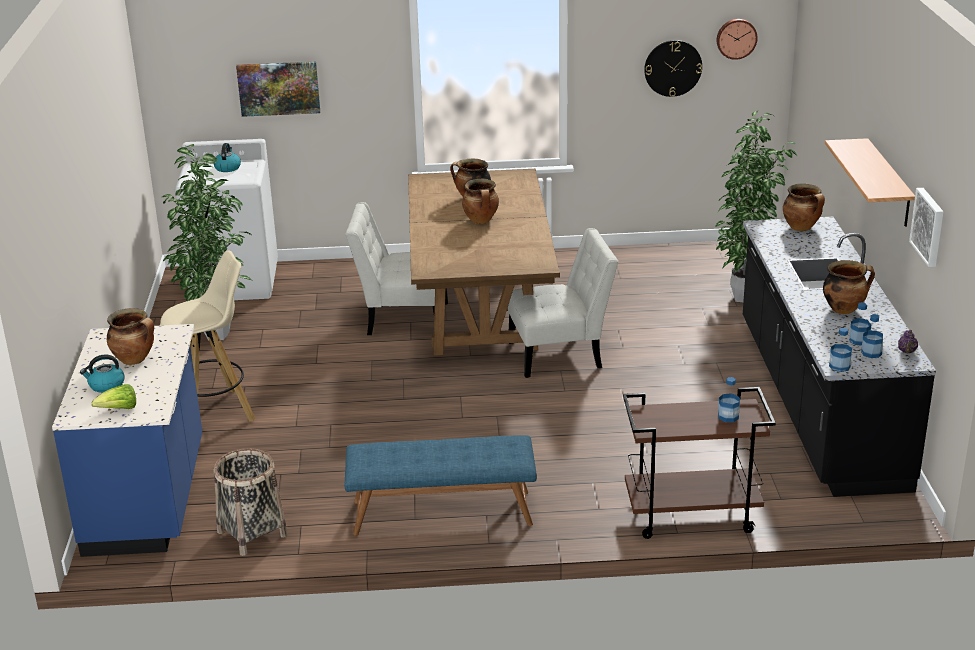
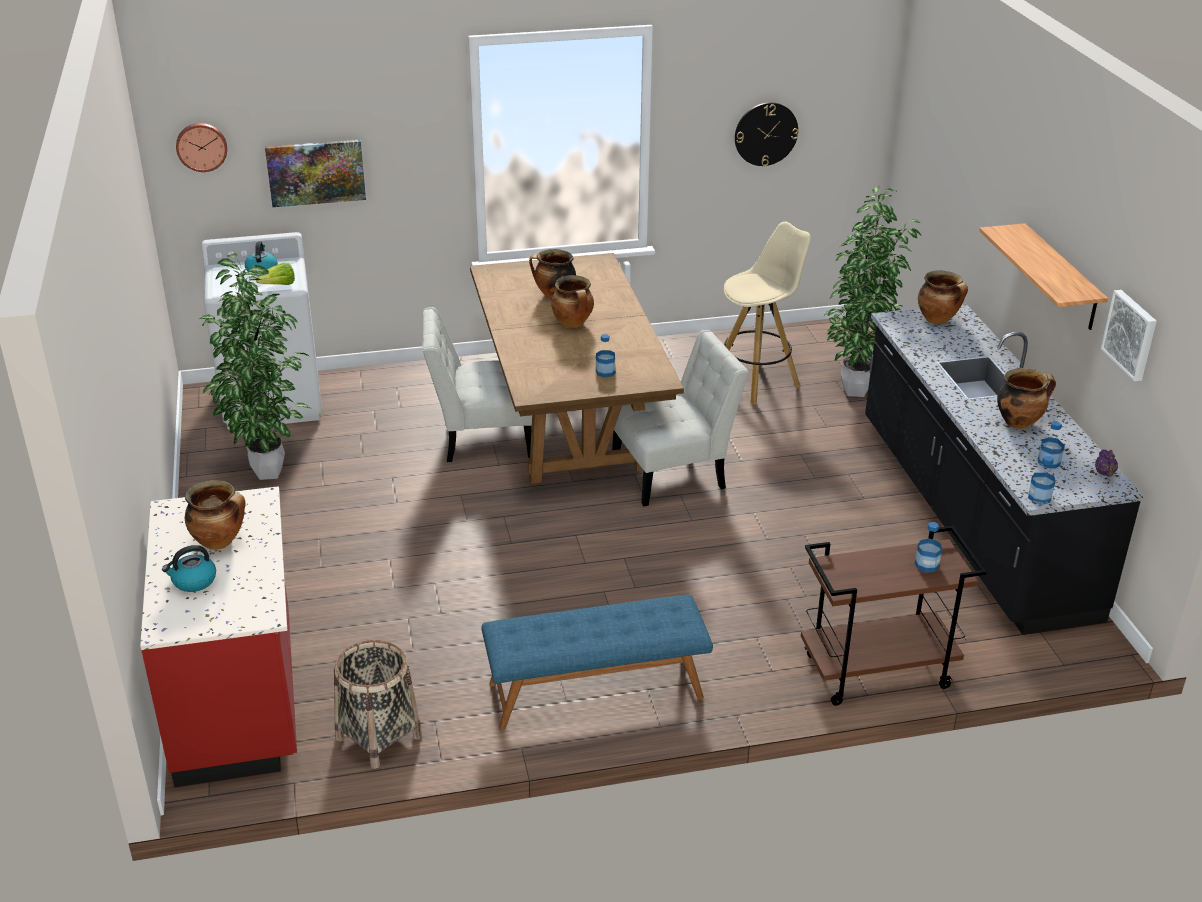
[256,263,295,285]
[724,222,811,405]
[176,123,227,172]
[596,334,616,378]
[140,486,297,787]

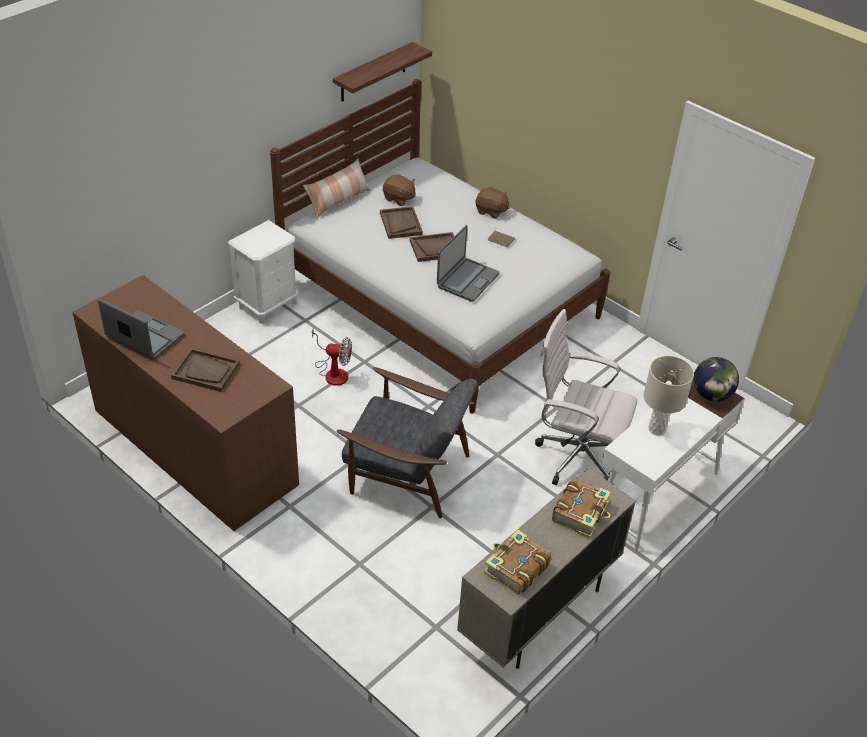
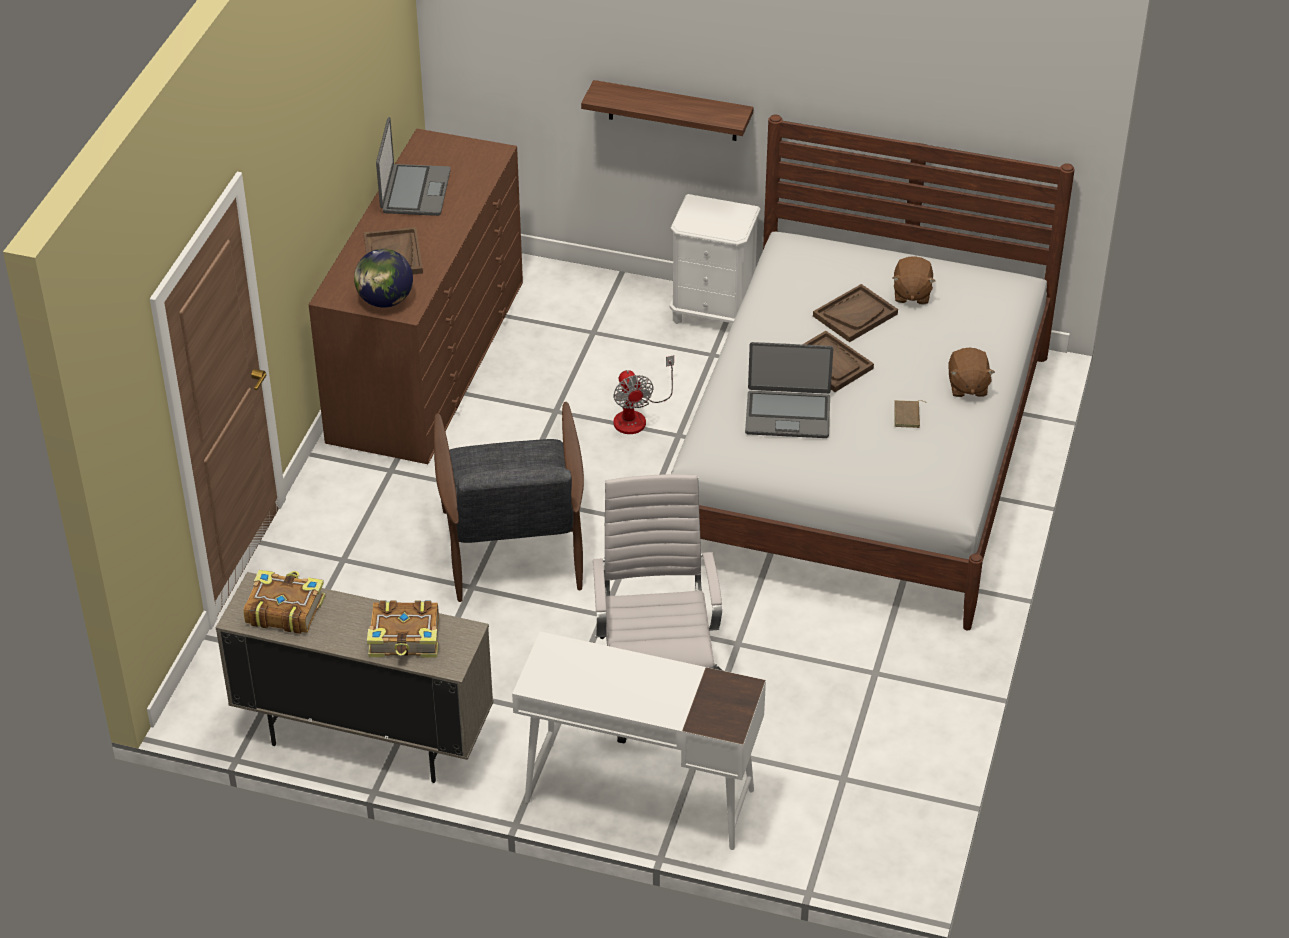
[303,158,370,219] (first image)
[644,356,694,436] (first image)
[581,80,753,141]
[354,249,413,308]

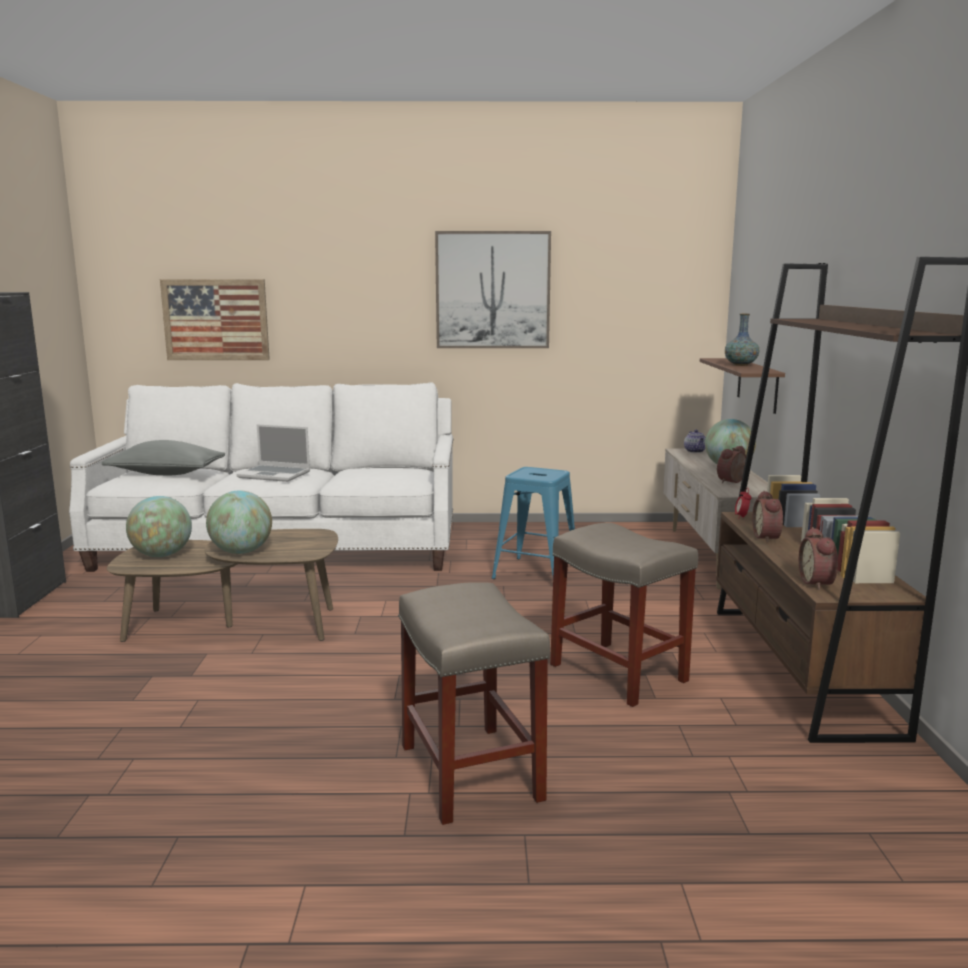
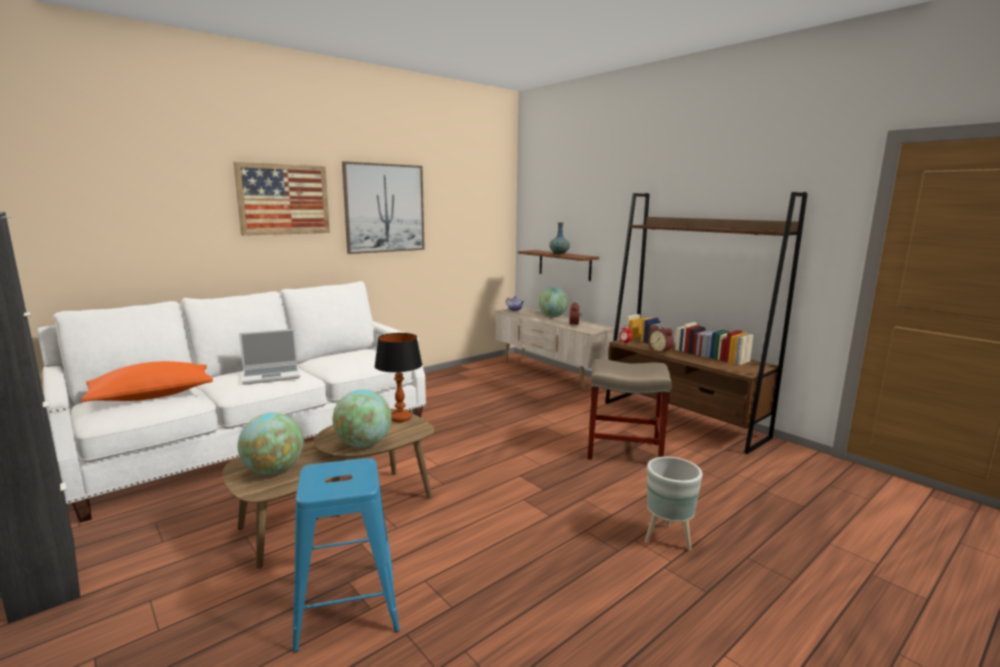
[799,527,838,590] (first image)
[374,333,422,422]
[233,161,330,236]
[292,458,400,652]
[645,457,703,551]
[81,361,213,402]

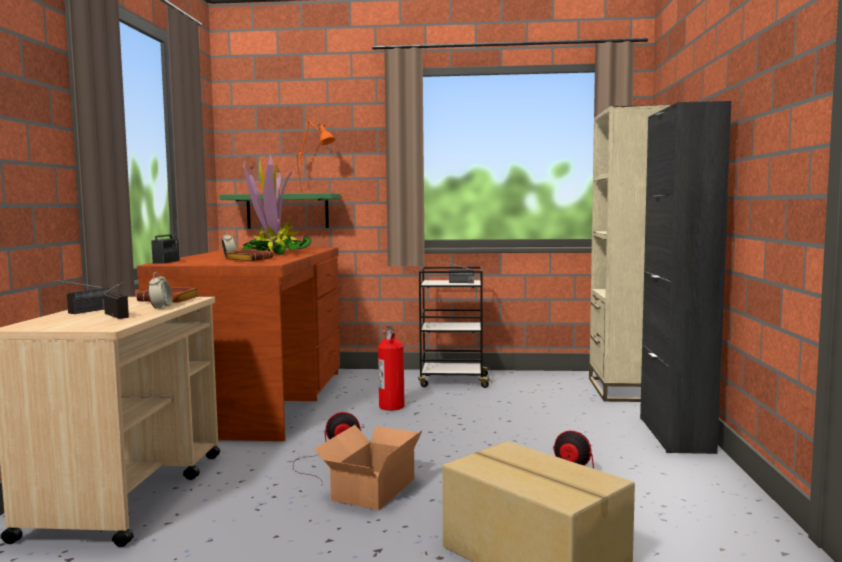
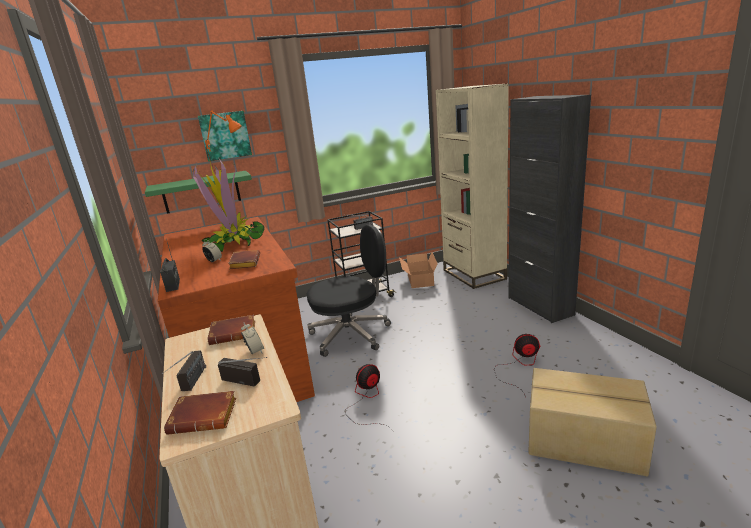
[164,391,236,435]
[198,111,252,161]
[399,252,438,288]
[307,225,391,357]

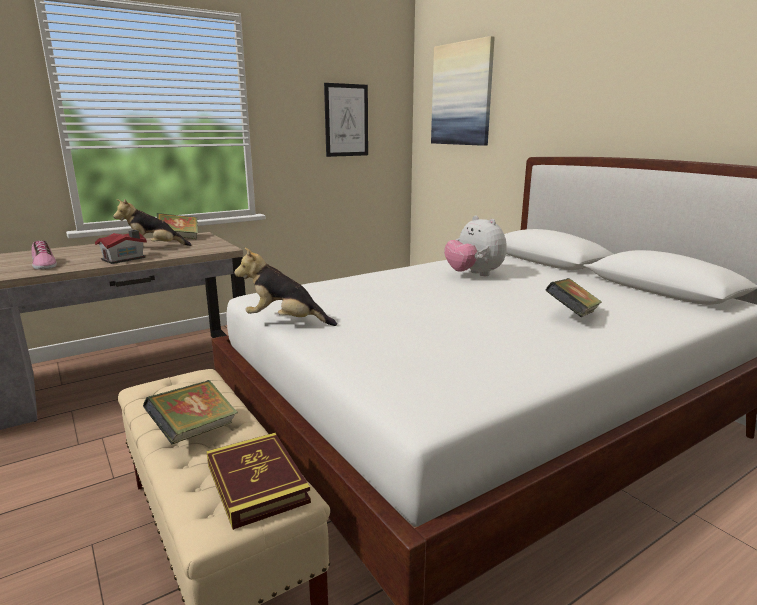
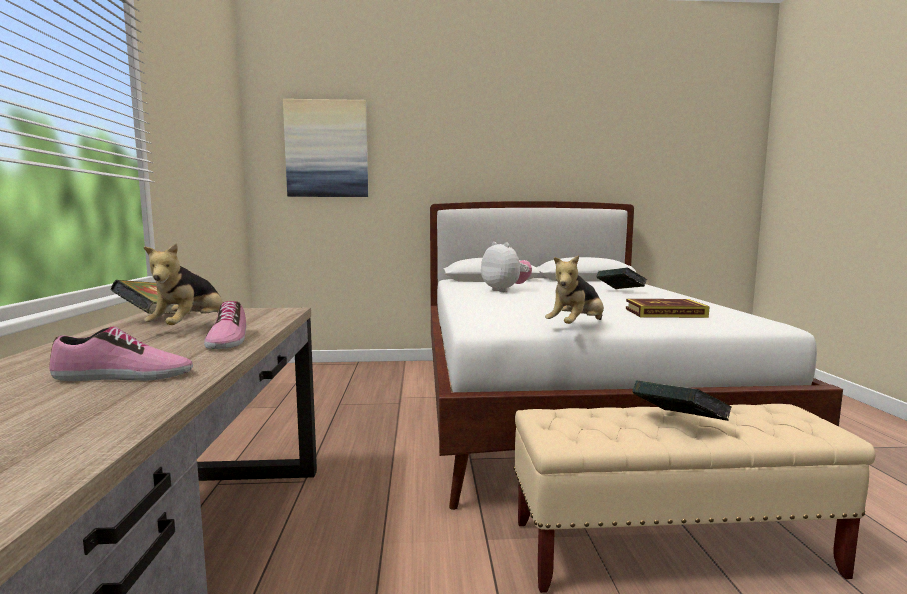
[324,83,368,157] (first image)
[626,299,710,318]
[204,301,246,349]
[481,242,532,292]

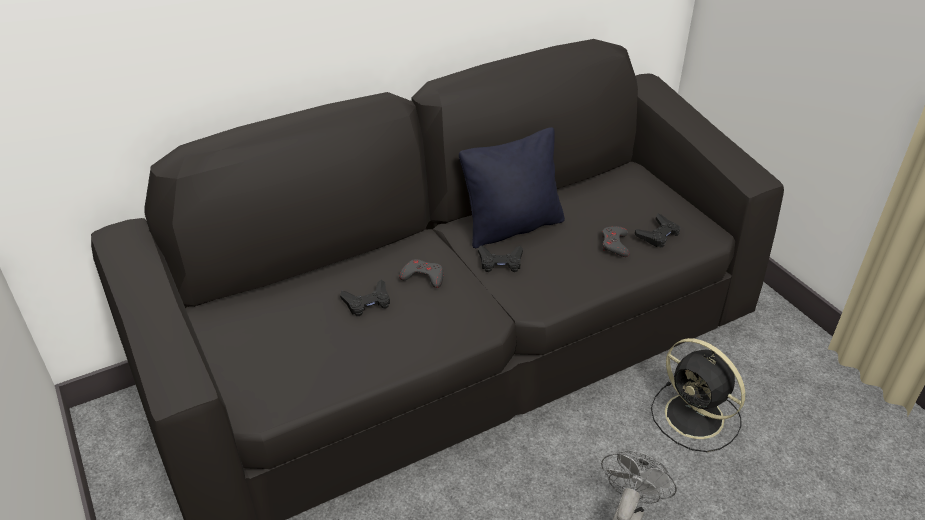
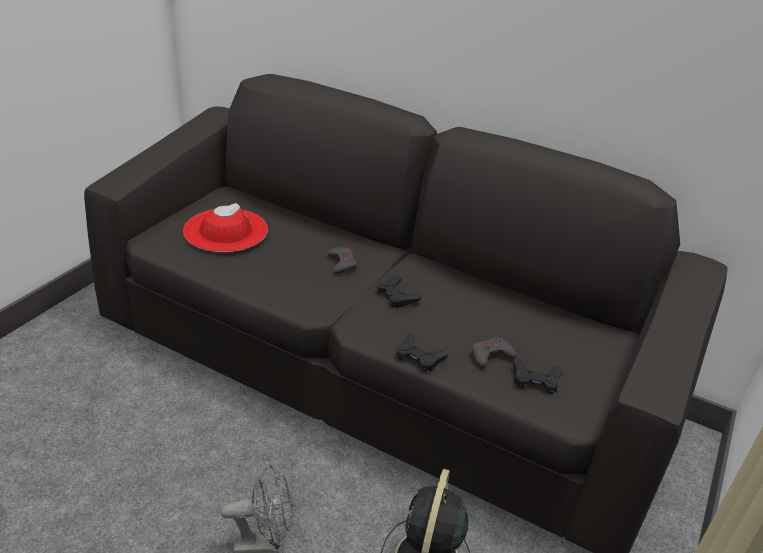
[459,127,565,248] (first image)
[183,203,268,252]
[396,332,448,372]

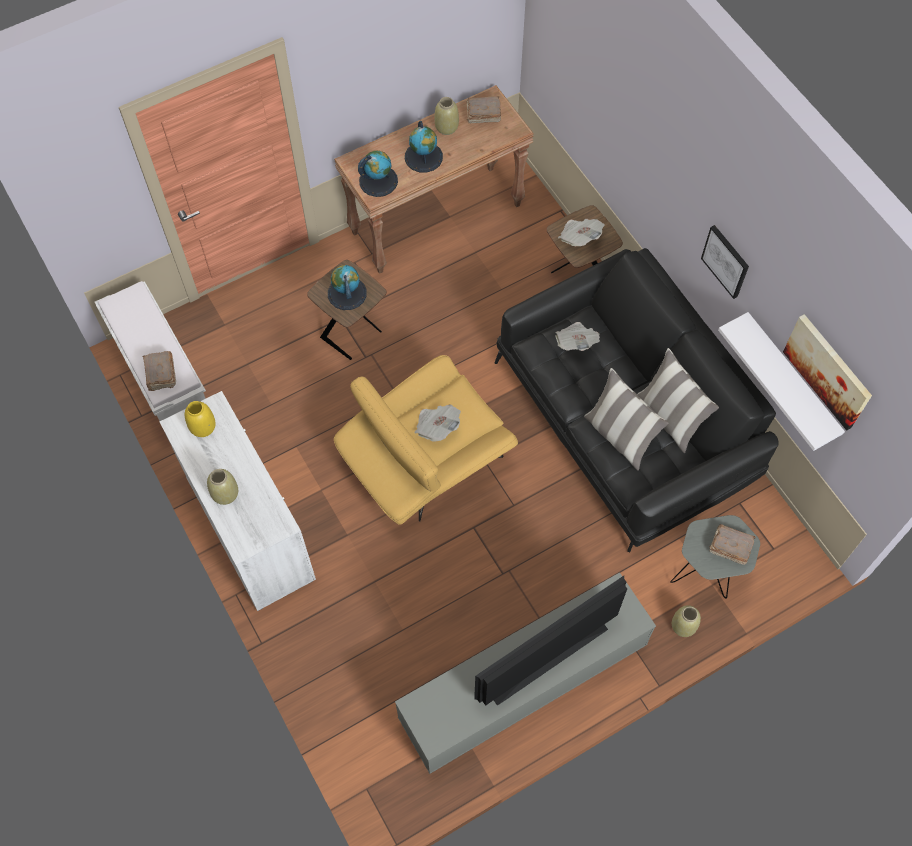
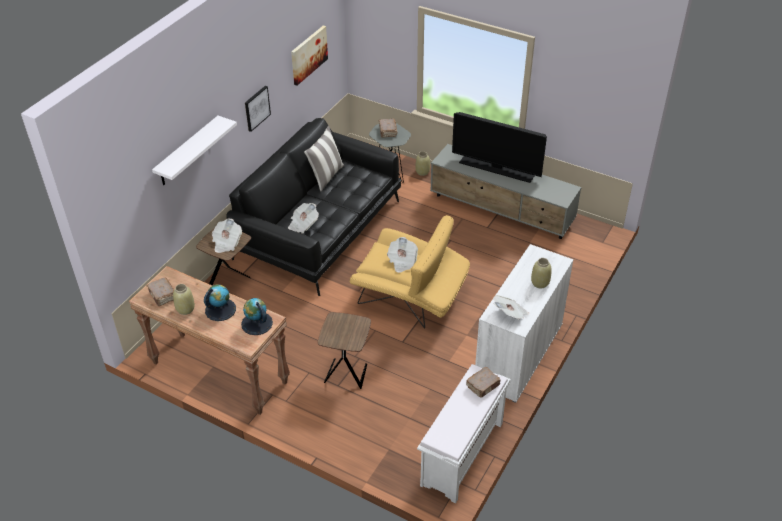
[328,265,367,310] (first image)
[584,368,669,471] (first image)
[152,116,237,185]
[493,295,529,320]

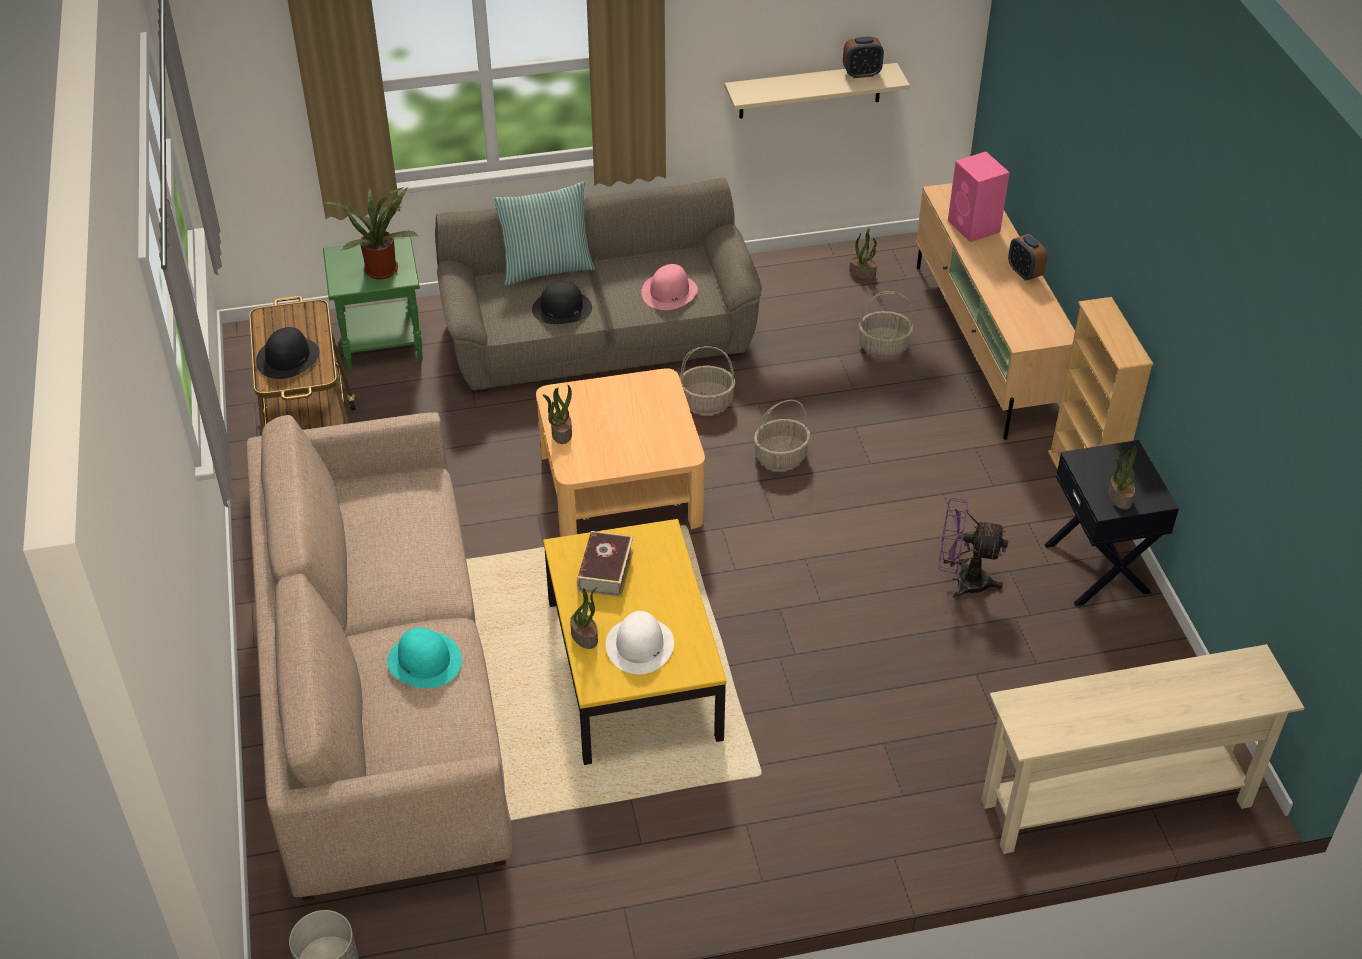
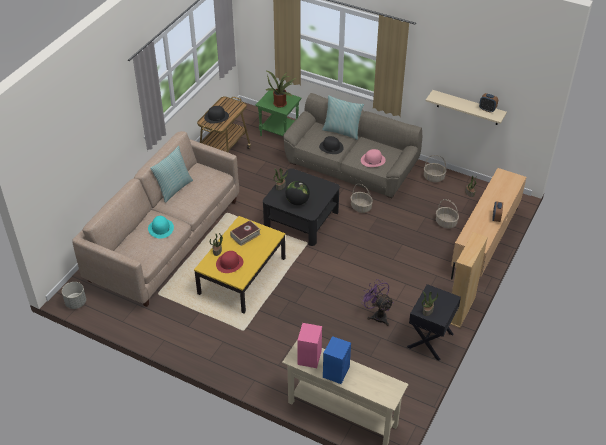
[150,146,193,203]
[286,181,310,205]
[323,336,351,384]
[424,155,447,182]
[297,323,322,368]
[263,168,340,246]
[216,251,244,273]

